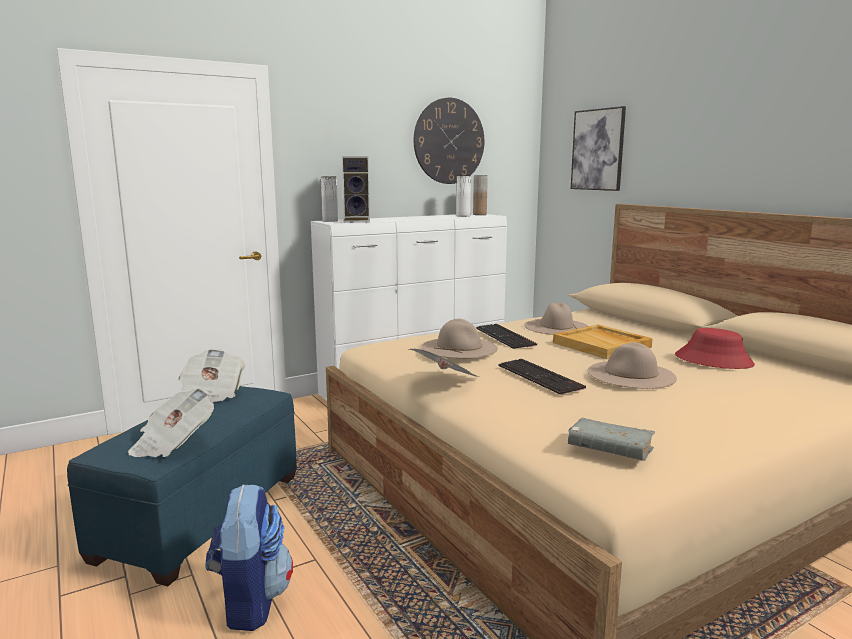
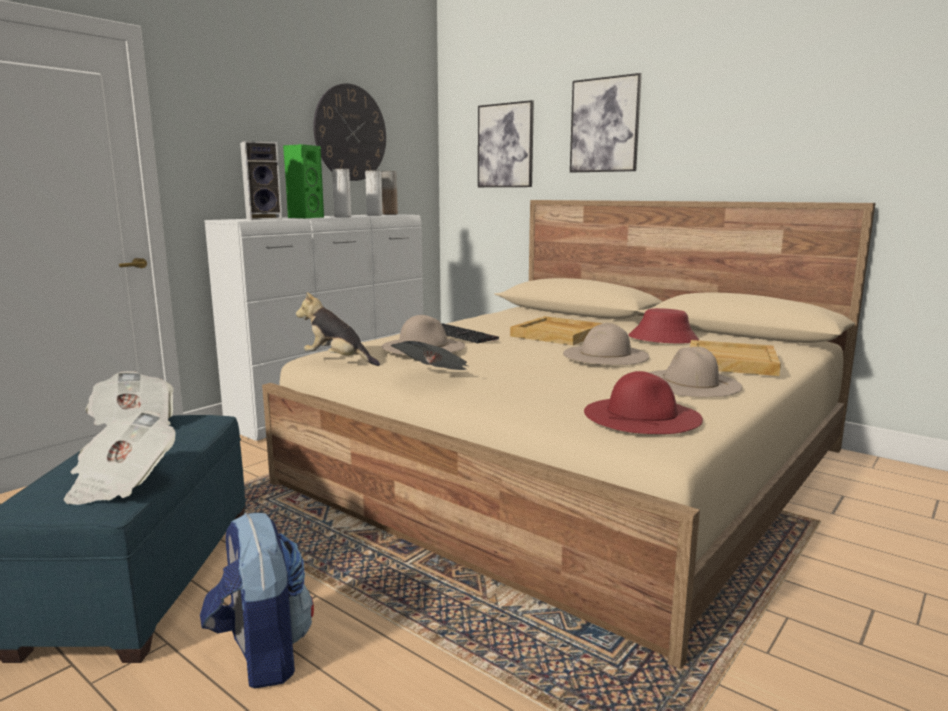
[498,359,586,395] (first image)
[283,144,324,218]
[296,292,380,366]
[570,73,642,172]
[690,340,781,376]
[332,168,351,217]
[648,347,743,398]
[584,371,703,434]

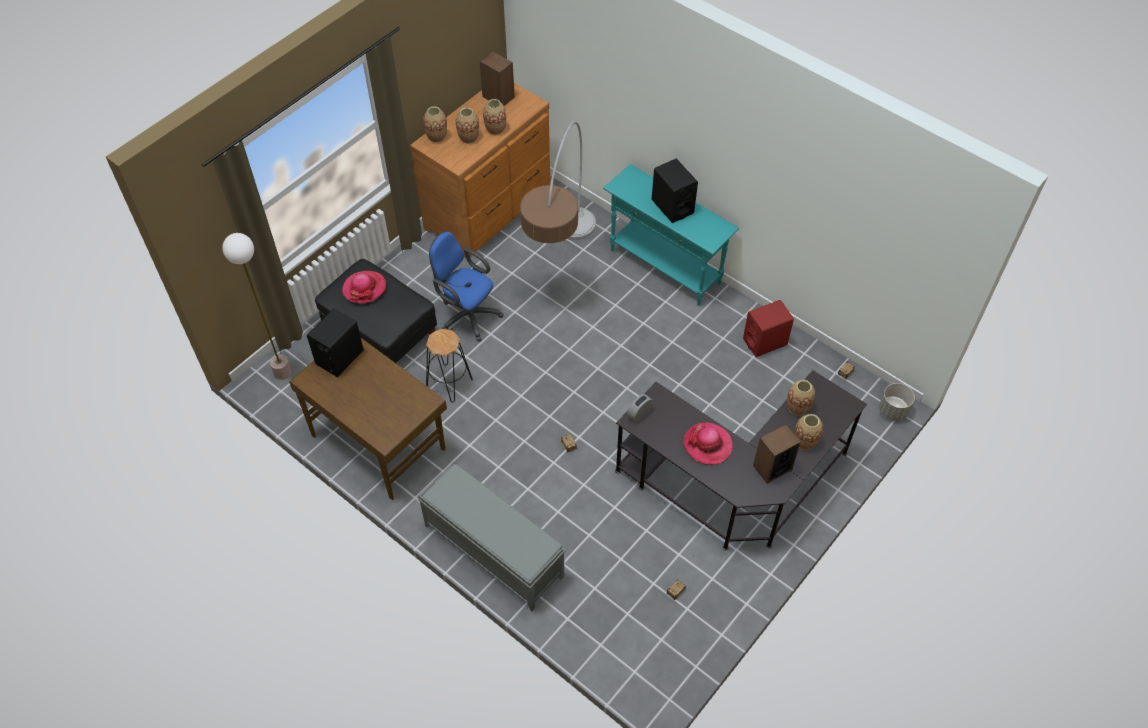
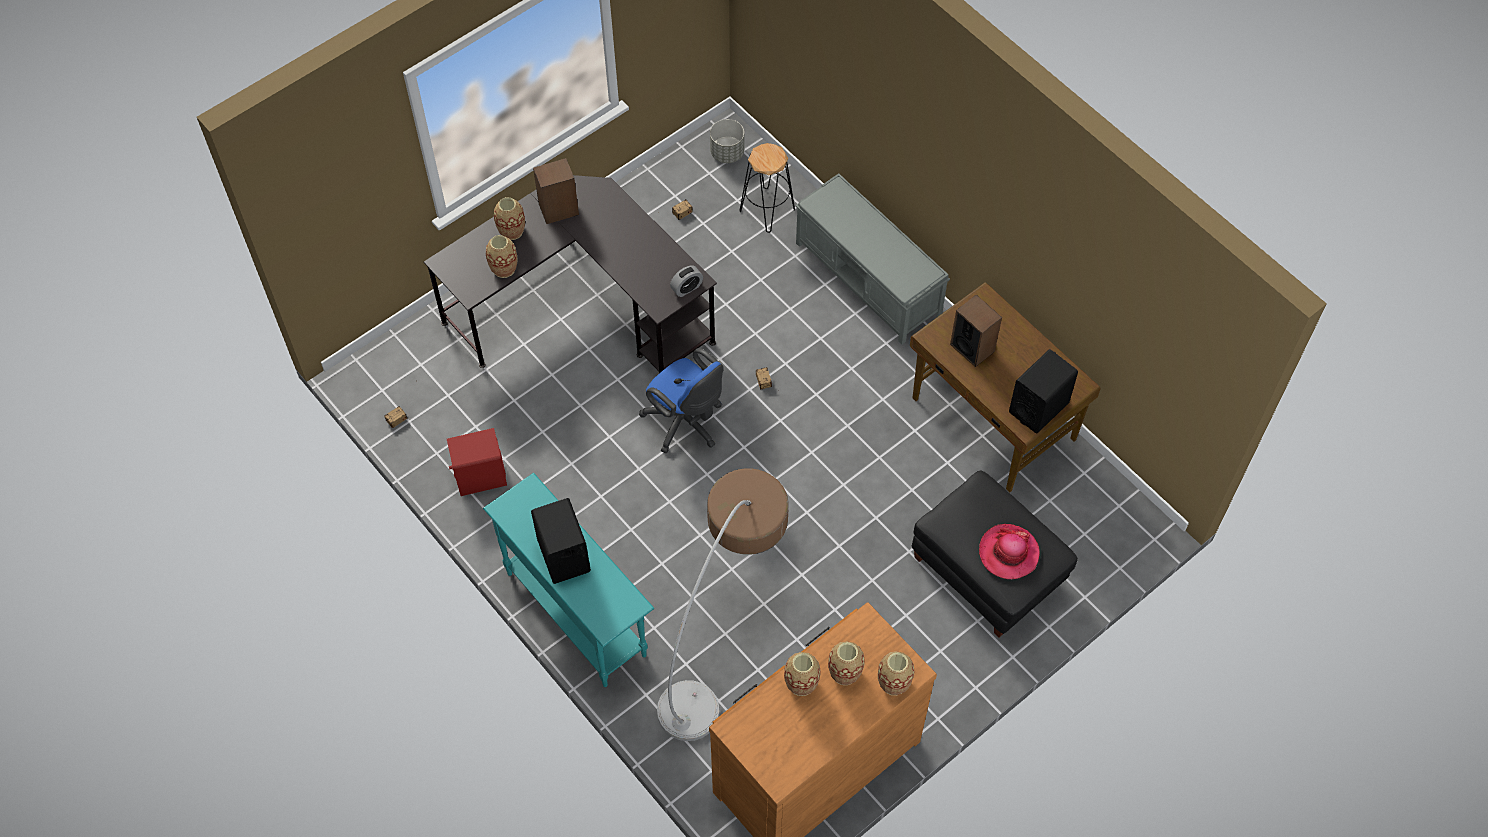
[222,233,292,380] (first image)
[683,422,733,465] (first image)
[740,143,795,233]
[639,348,723,453]
[950,295,1002,367]
[710,119,744,163]

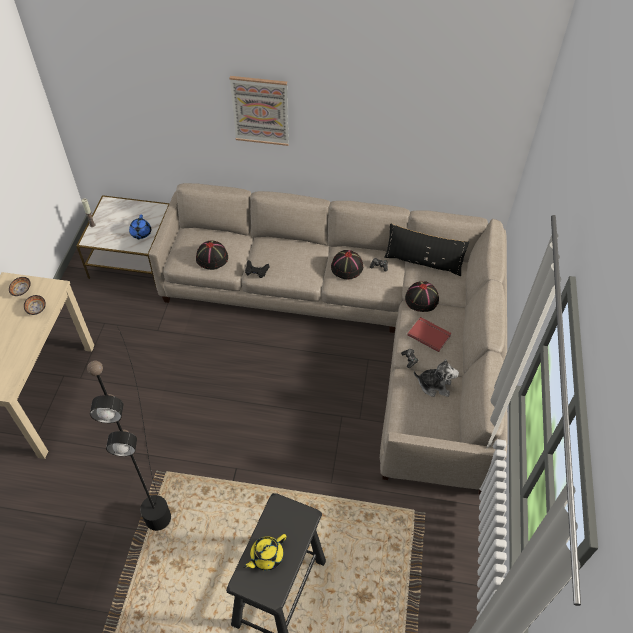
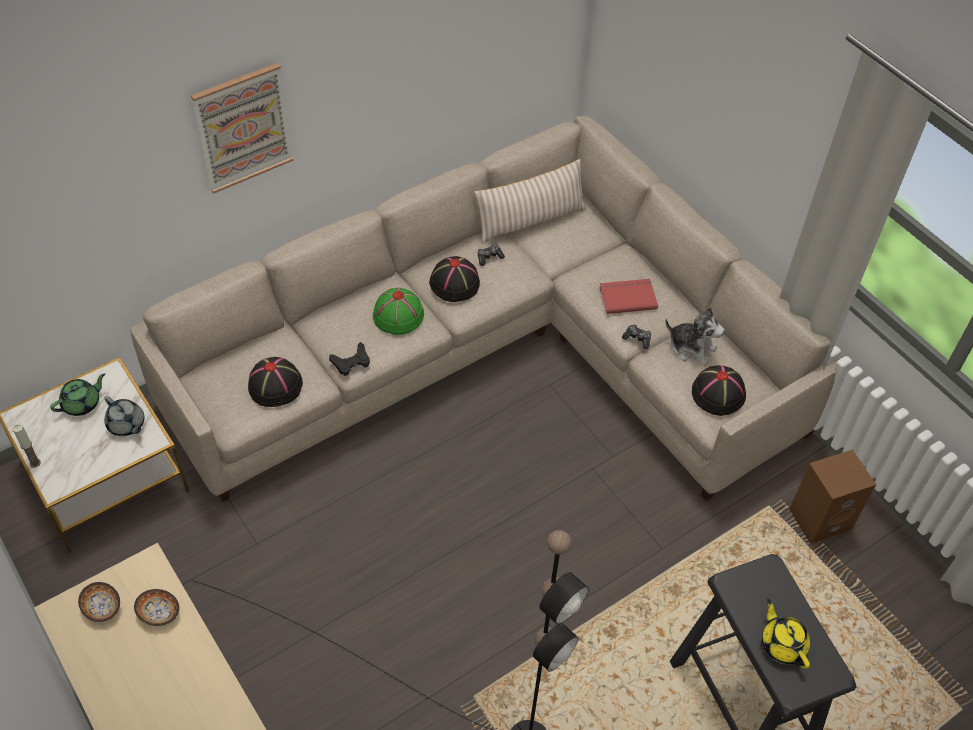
[50,373,105,416]
[373,288,424,335]
[789,449,876,544]
[692,365,746,416]
[104,396,145,436]
[474,159,586,244]
[762,599,810,669]
[665,307,725,366]

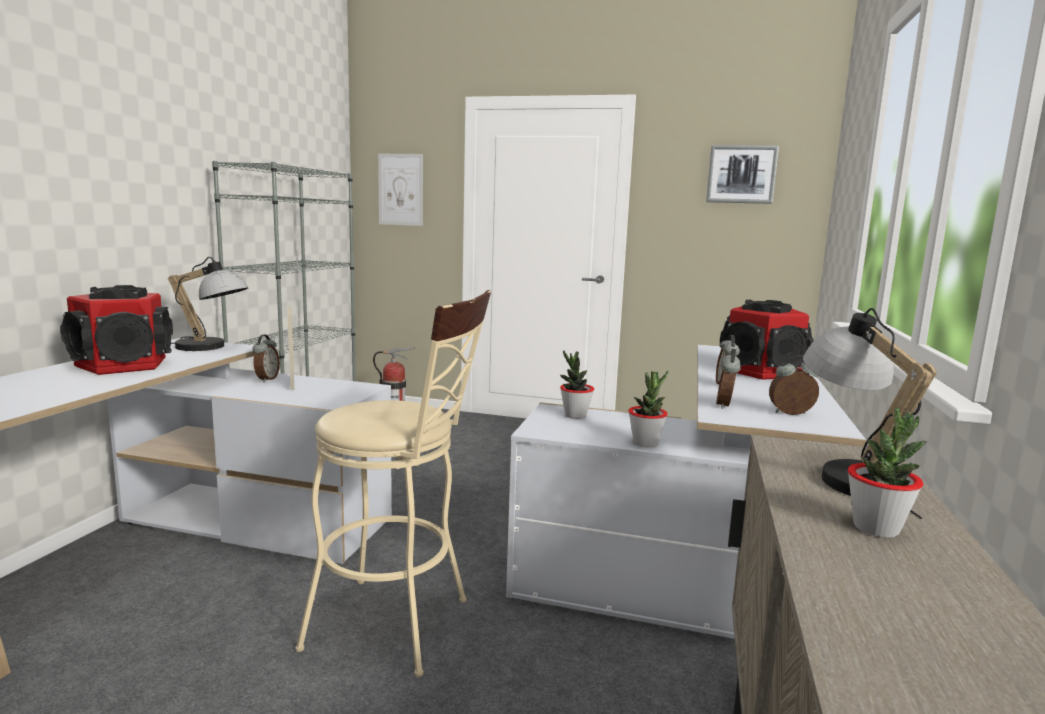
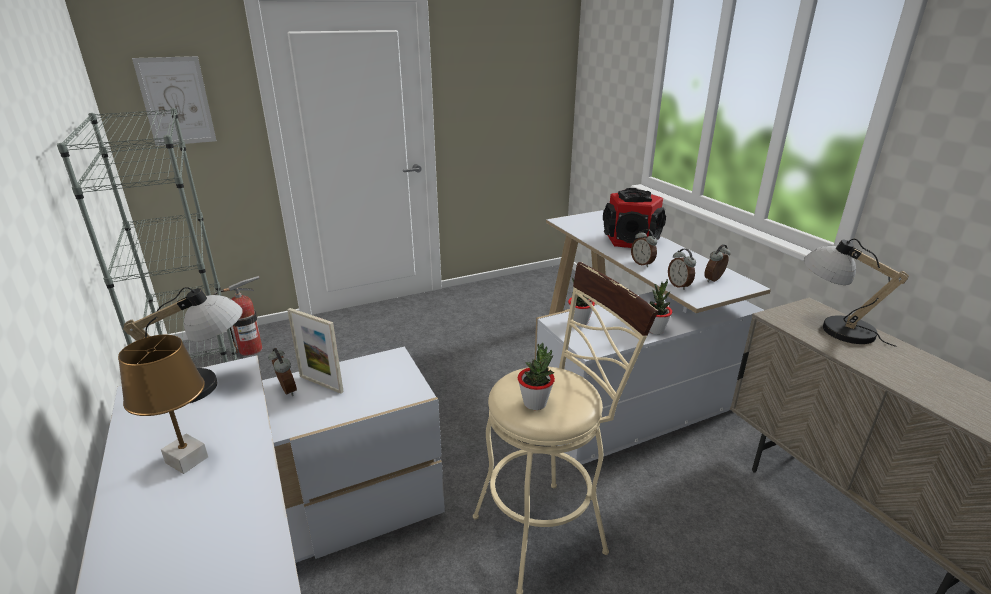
[706,145,779,204] (first image)
[518,343,555,410]
[118,335,208,474]

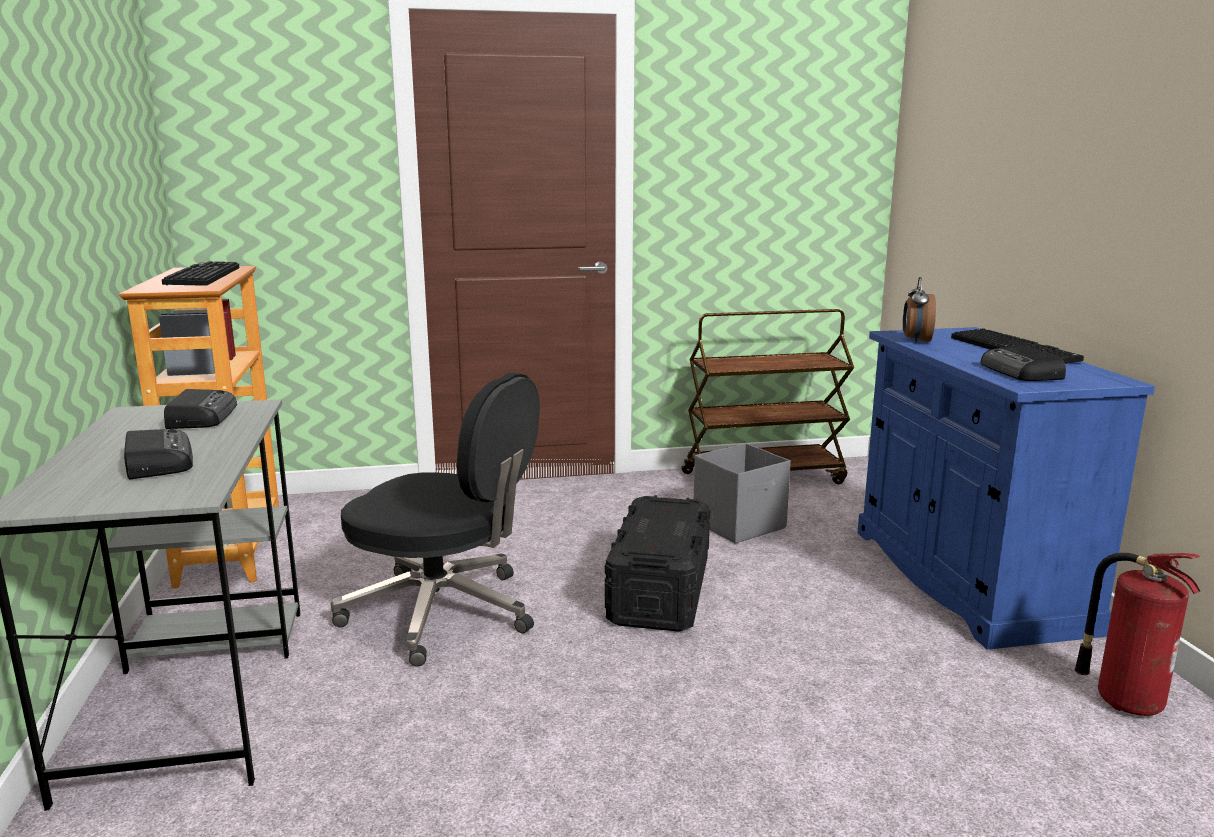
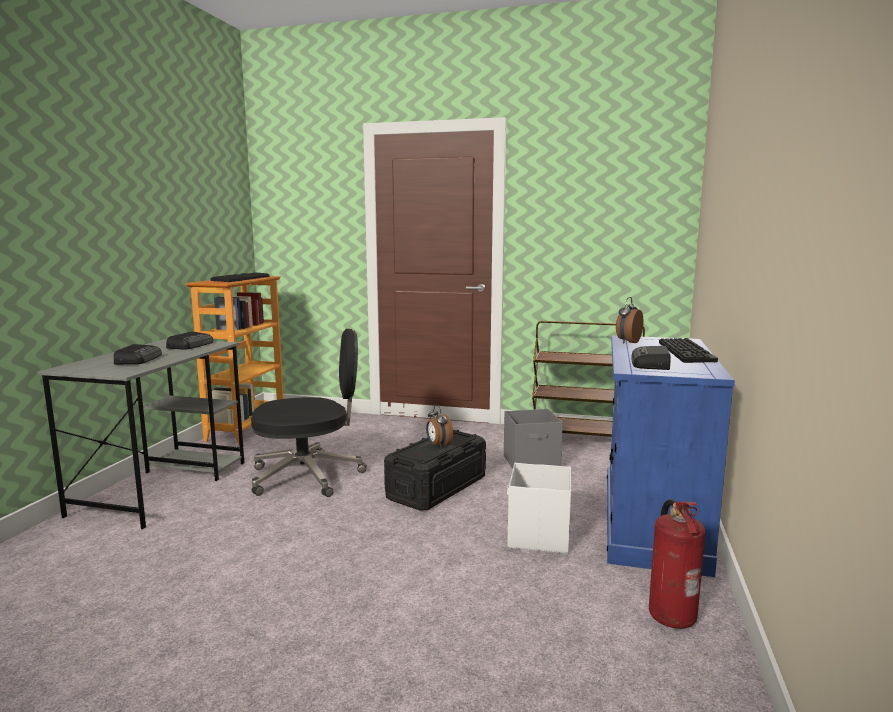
[426,405,453,449]
[507,463,571,554]
[251,329,367,497]

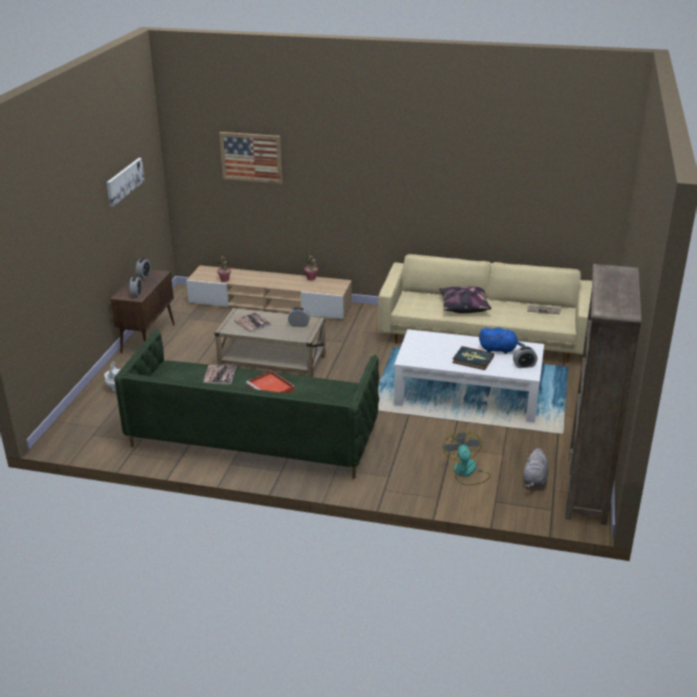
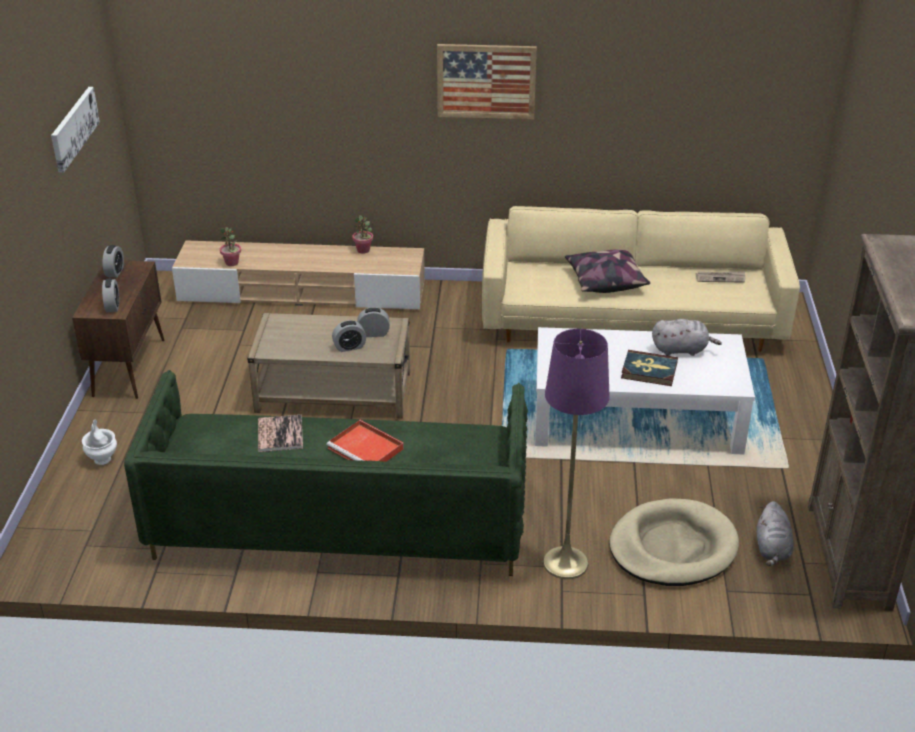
[234,312,271,332] (first image)
[543,329,610,579]
[437,44,537,120]
[332,320,366,352]
[609,499,739,586]
[652,319,722,356]

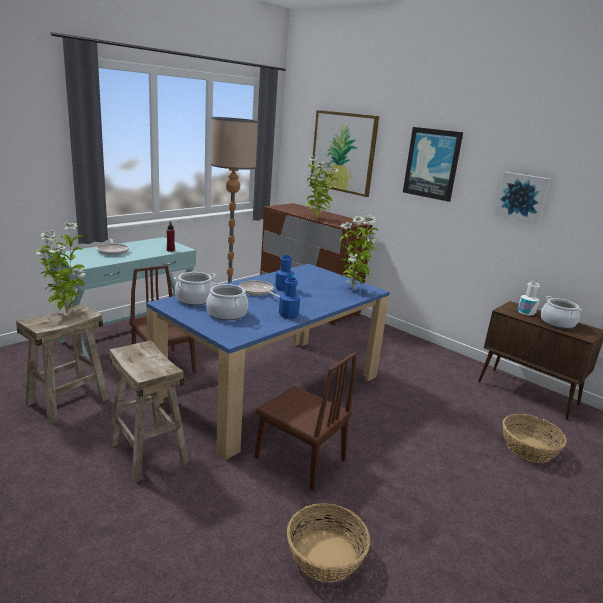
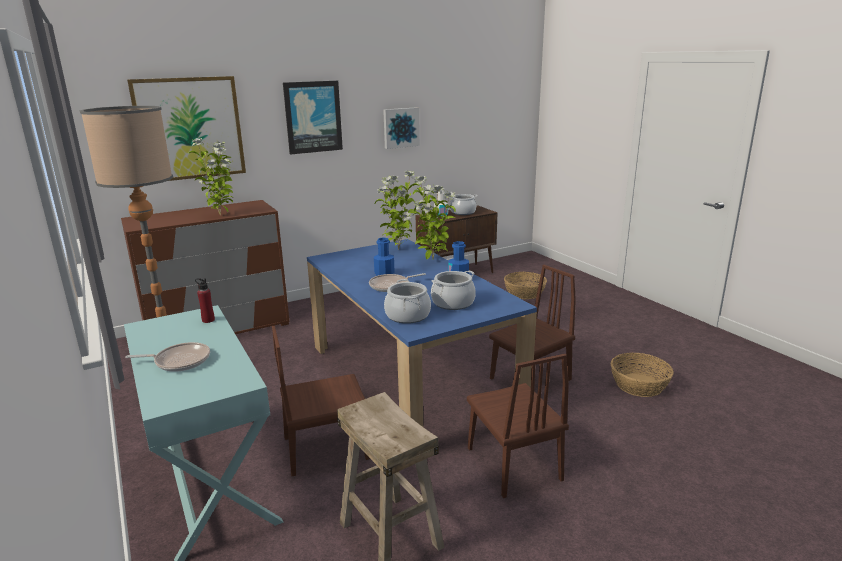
[413,176,456,259]
[467,354,569,498]

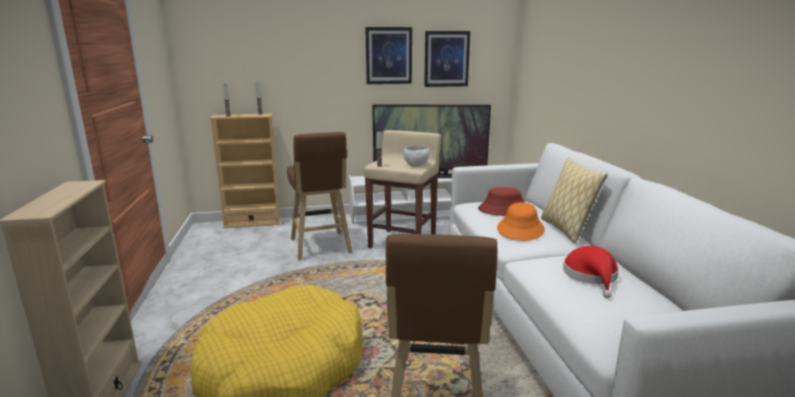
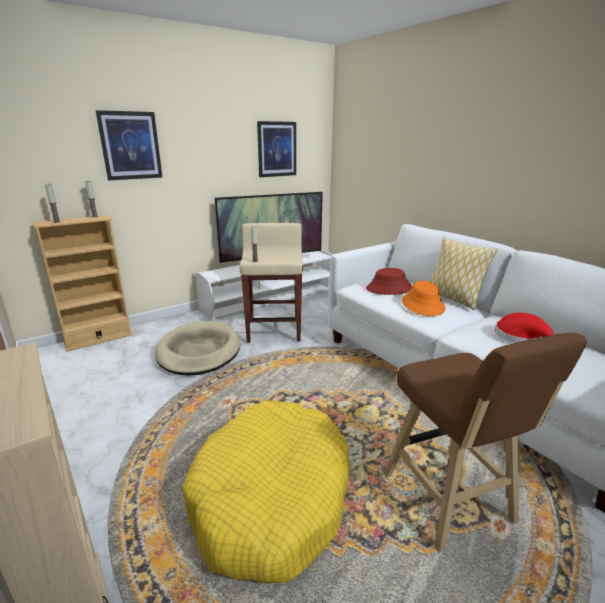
[404,145,430,167] (first image)
[95,110,162,180]
[155,321,241,375]

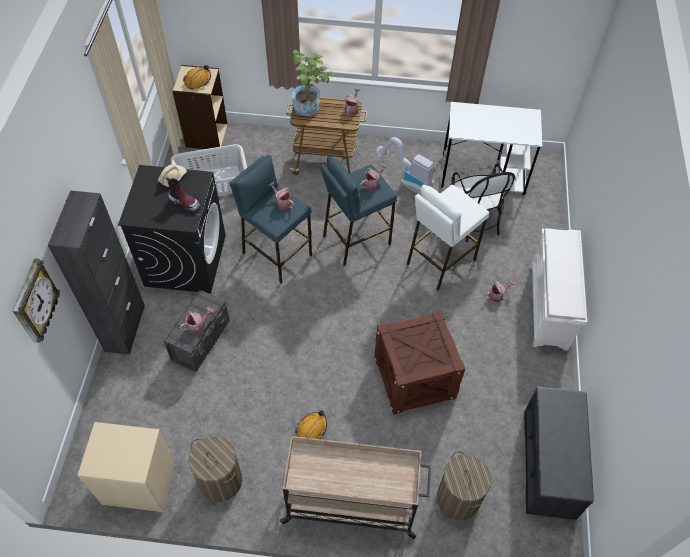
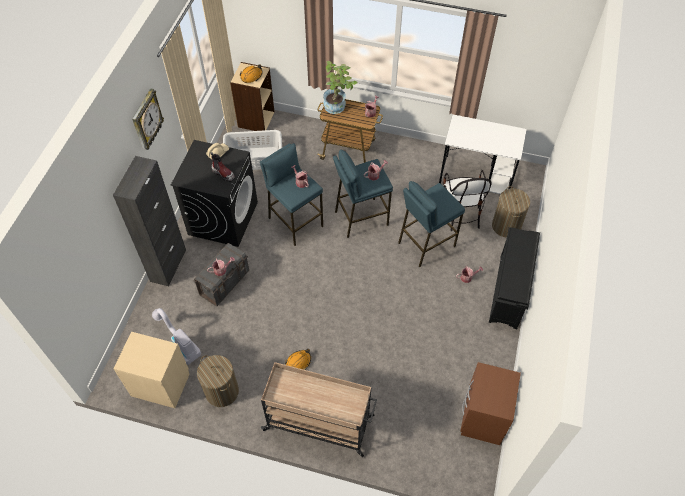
[374,310,465,415] (first image)
[132,88,164,150]
[152,308,201,365]
[492,186,530,238]
[460,362,521,445]
[398,181,465,267]
[489,227,540,329]

